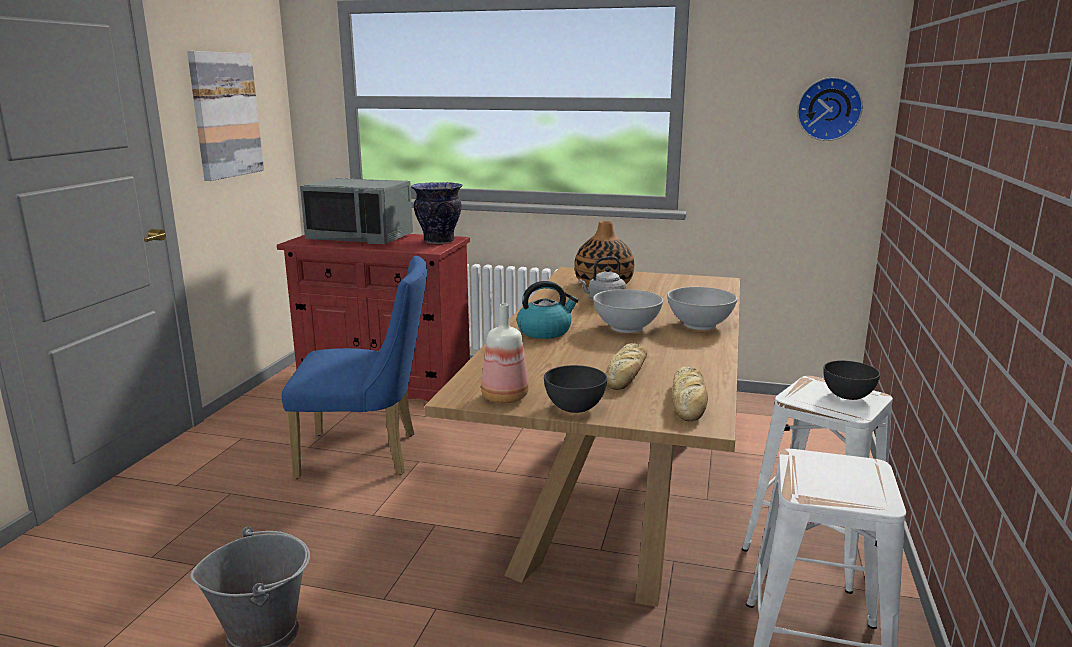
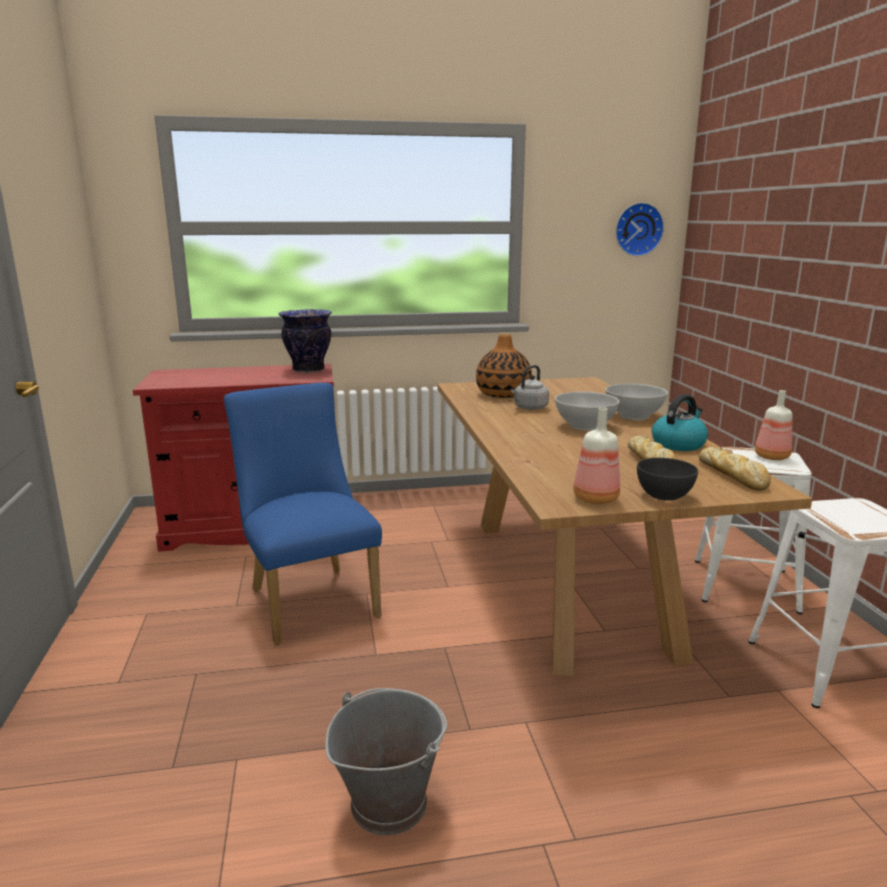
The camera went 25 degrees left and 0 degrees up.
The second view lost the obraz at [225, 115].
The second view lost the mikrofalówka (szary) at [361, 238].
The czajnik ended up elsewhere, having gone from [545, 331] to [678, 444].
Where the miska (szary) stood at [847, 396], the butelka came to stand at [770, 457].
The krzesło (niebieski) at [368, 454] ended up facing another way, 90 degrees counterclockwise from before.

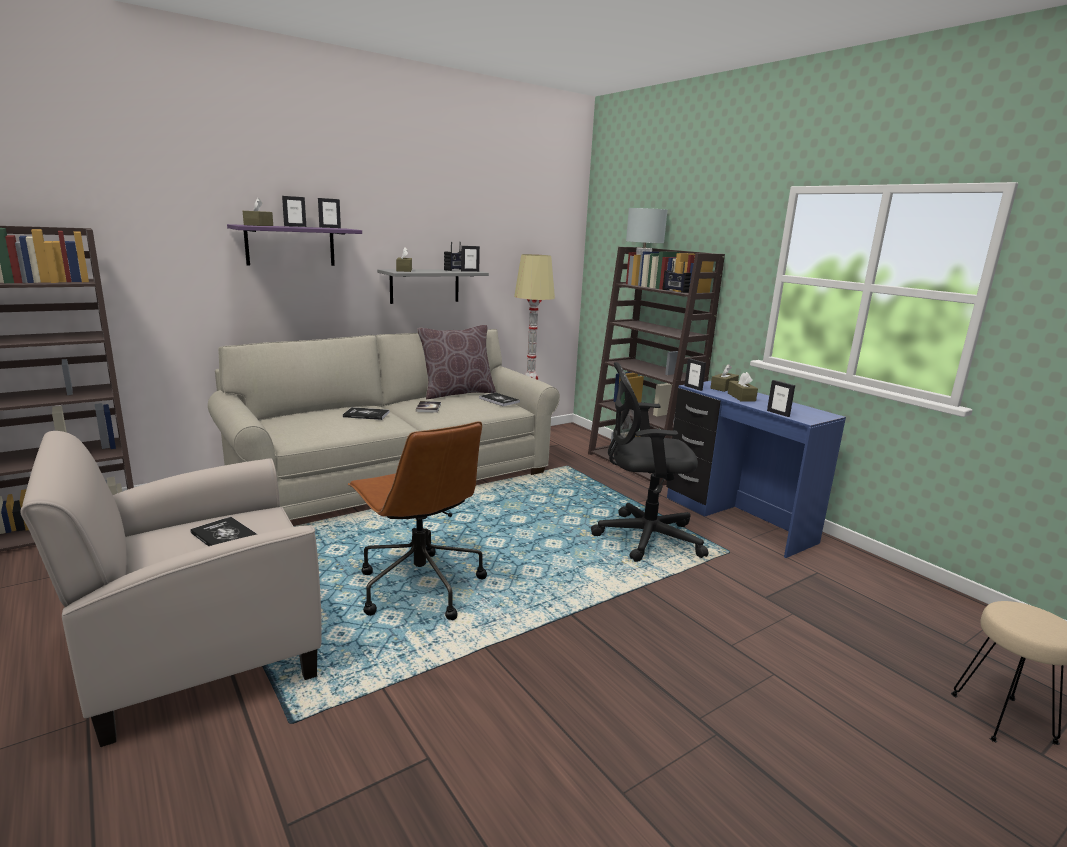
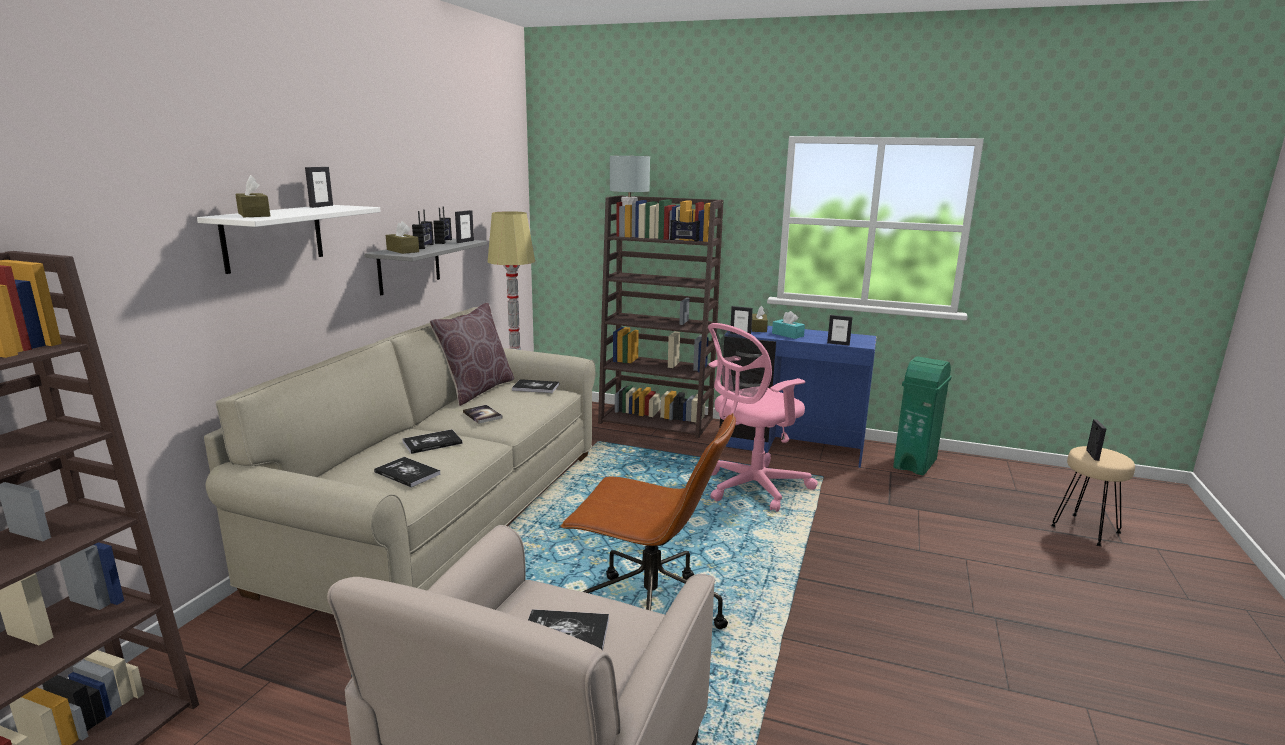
The camera went 35 degrees left and 0 degrees up.
The second view gained the książka at [407, 473].
The second view gained the radio at [424, 246].
The second view gained the kosz na śmieci (zielony) at [915, 464].
The ramka na zdjęcie ended up elsewhere, having gone from [295, 226] to [1092, 455].
What was the półka (fioletowy) at [290, 246] turned into the półka (biały) at [273, 237].
What was the krzesło biurowe (czarny) at [642, 537] turned into the krzesło biurowe (różowy) at [752, 488].
What was the pudełko chusteczek (brązowy) at [741, 397] turned into the pudełko chusteczek (turkusowy) at [787, 335].

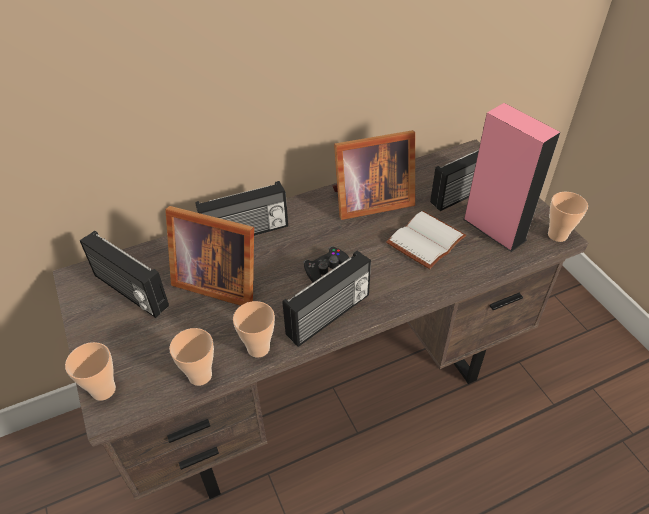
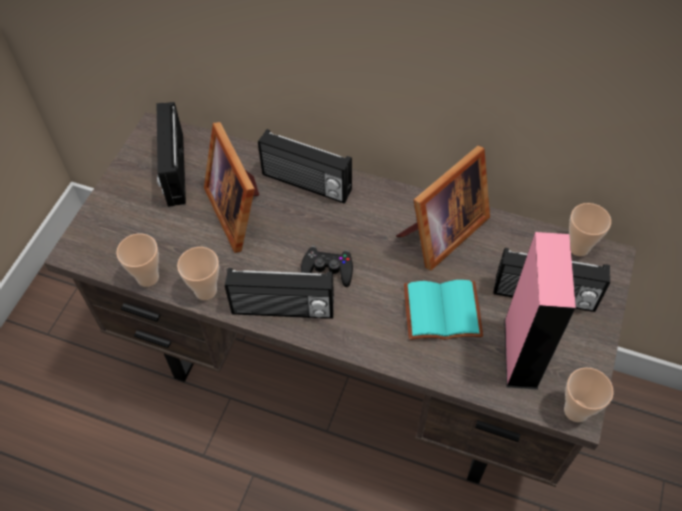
The camera went 45 degrees right and 10 degrees up.
The filiżanka ended up elsewhere, having gone from [103, 390] to [578, 247].
What was the książka (biały) at [427, 242] turned into the książka (turkusowy) at [441, 313].
The ramka na zdjęcie at [369, 202] ended up facing another way, 75 degrees counterclockwise from before.

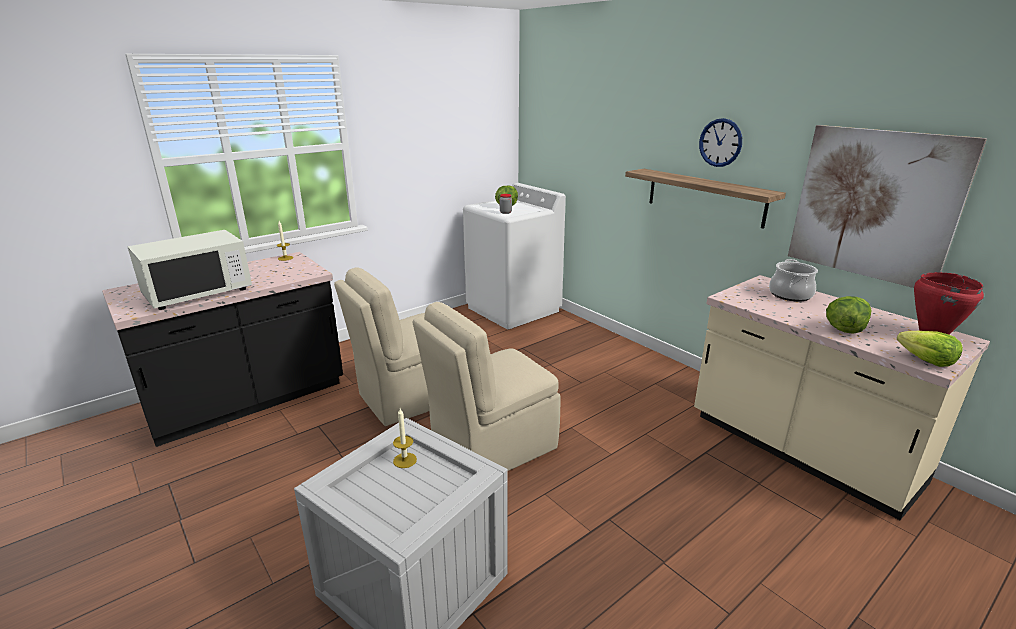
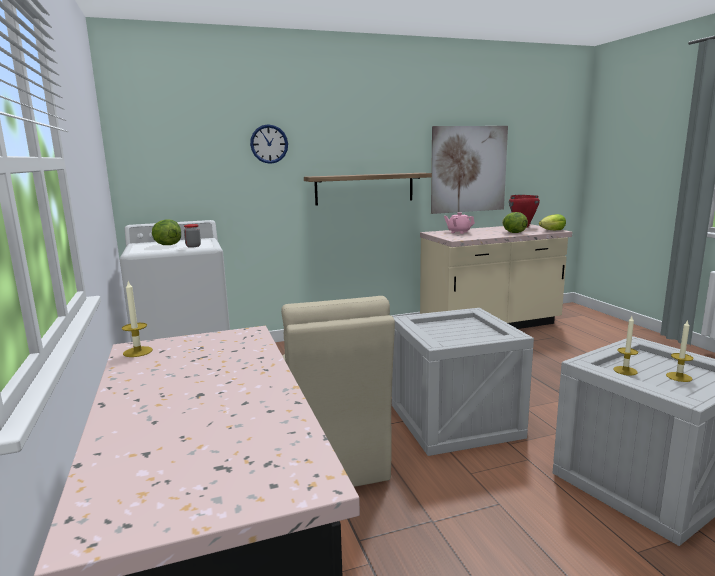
The camera went 70 degrees left and 10 degrees down.
The second view lost the mikrofalówka (biały) at [198, 292].
The second view gained the świeca at [679, 377].
The zegar ścienny ended up elsewhere, having gone from [720, 142] to [269, 144].
Where the krzesło (beżowy) stood at [491, 447], the skrzynka came to stand at [454, 421].
Where the garnek stood at [790, 295], the imbryk (różowy) came to stand at [458, 232].

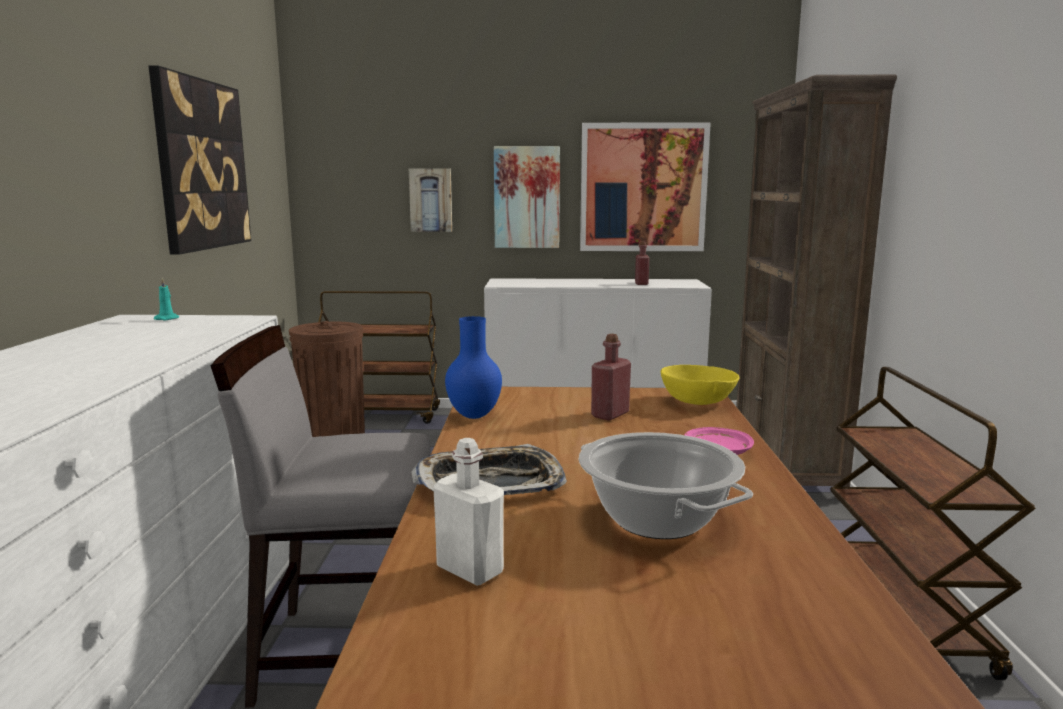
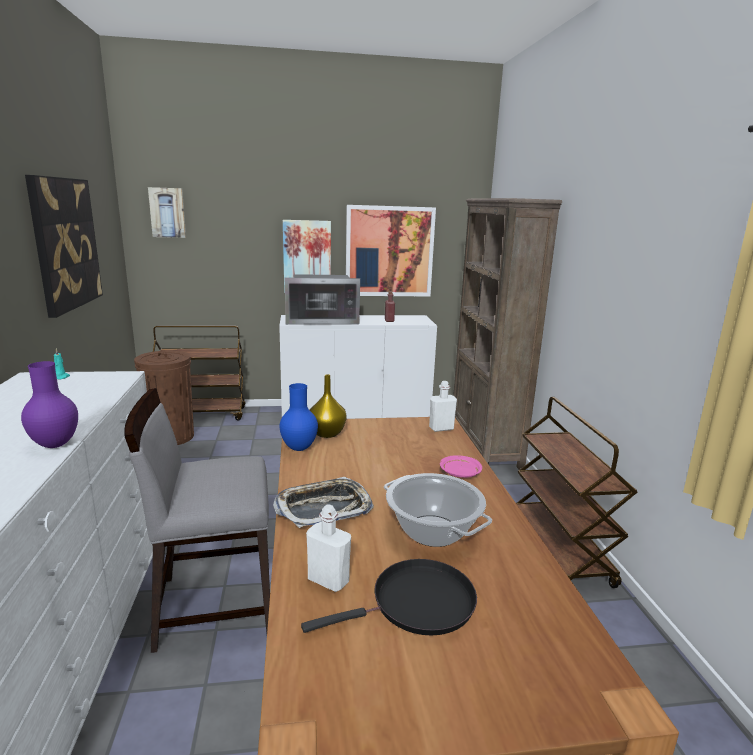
The camera went 10 degrees left and 5 degrees up.
The second view lost the butelka (czerwony) at [610, 414].
The second view gained the wazon (fioletowy) at [56, 445].
The second view gained the mikrofalówka at [321, 320].
The second view gained the patelnia (czarny) at [417, 604].
The second view gained the wazon (żółty) at [328, 434].
The obraz ended up elsewhere, having gone from [431, 200] to [167, 212].
Where the miska (żółty) stood at [697, 400], the butelka (biały) came to stand at [441, 428].

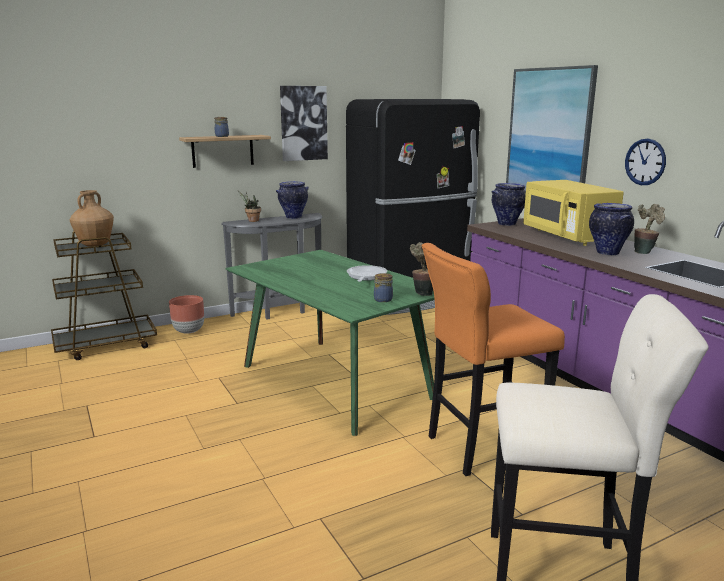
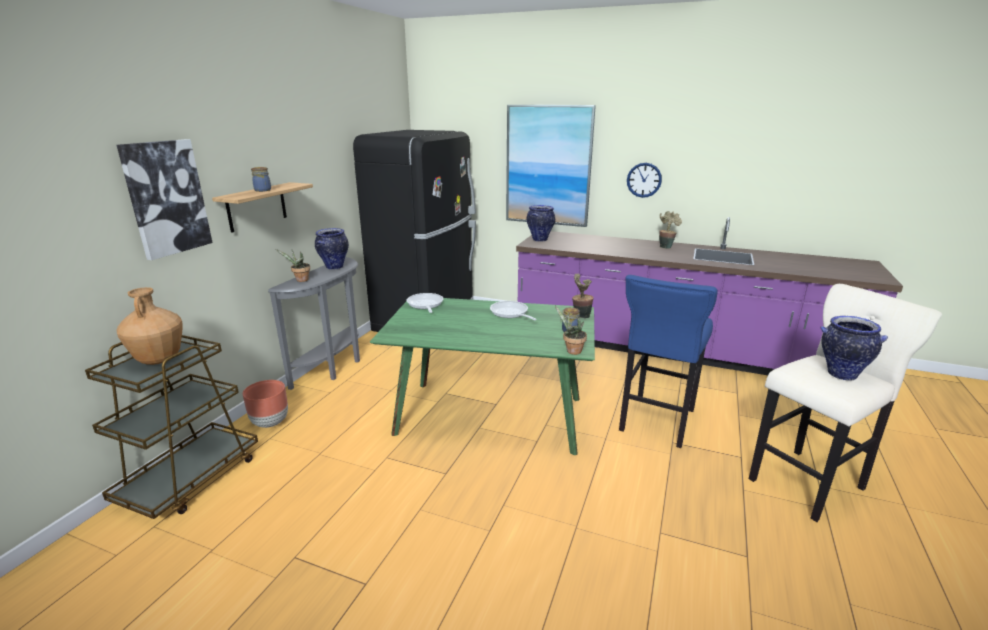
The camera went 40 degrees left and 5 degrees up.
The second view lost the mikrofalówka (żółty) at [567, 236].
The second view gained the patelnia at [425, 305].
The second view gained the roślina doniczkowa at [571, 351].
The obraz ended up elsewhere, having gone from [303, 123] to [166, 198].
The wazon ended up elsewhere, having gone from [607, 253] to [840, 374].
What was the stołek (pomarańczowy) at [480, 447] turned into the stołek (niebieski) at [656, 423].

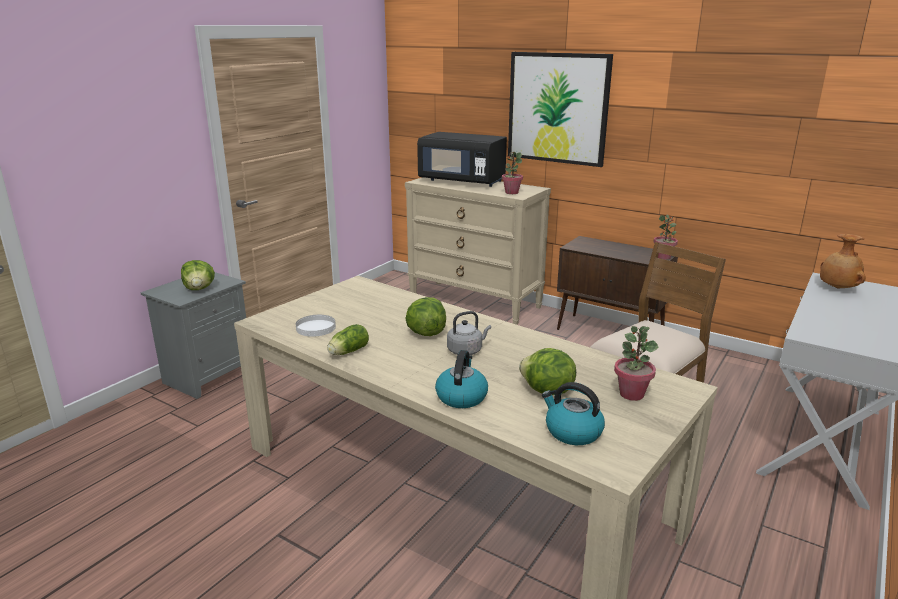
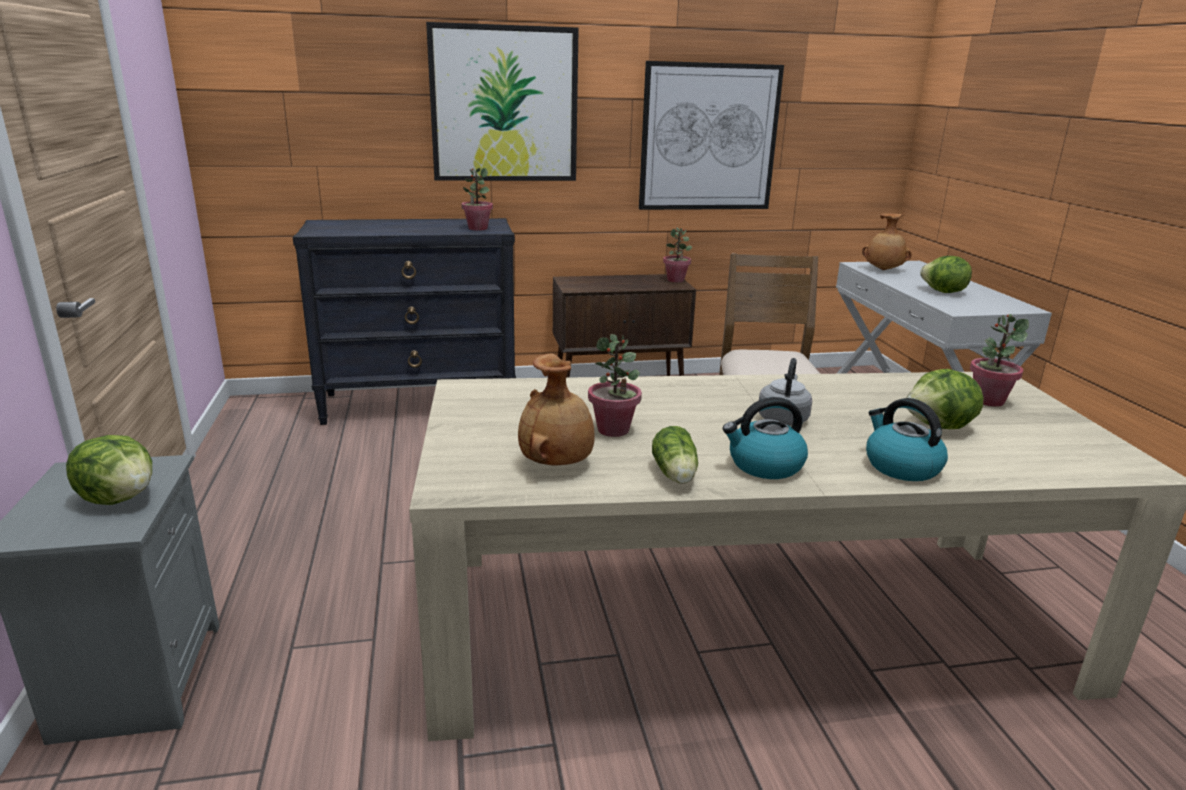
The camera went 45 degrees left and 0 degrees up.
The second view lost the mikrofalówka (czarny) at [462, 181].
The second view gained the roślina doniczkowa at [613, 430].
The second view gained the obraz at [709, 138].
The sałata ended up elsewhere, having gone from [426, 333] to [943, 292].
The czajnik ended up elsewhere, having gone from [572, 432] to [764, 465].
Where the talerz (biały) stood at [316, 328], the wazon (brązowy) came to stand at [557, 464].
What was the komoda (beżowy) at [475, 302] turned into the komoda (czarny) at [420, 403].

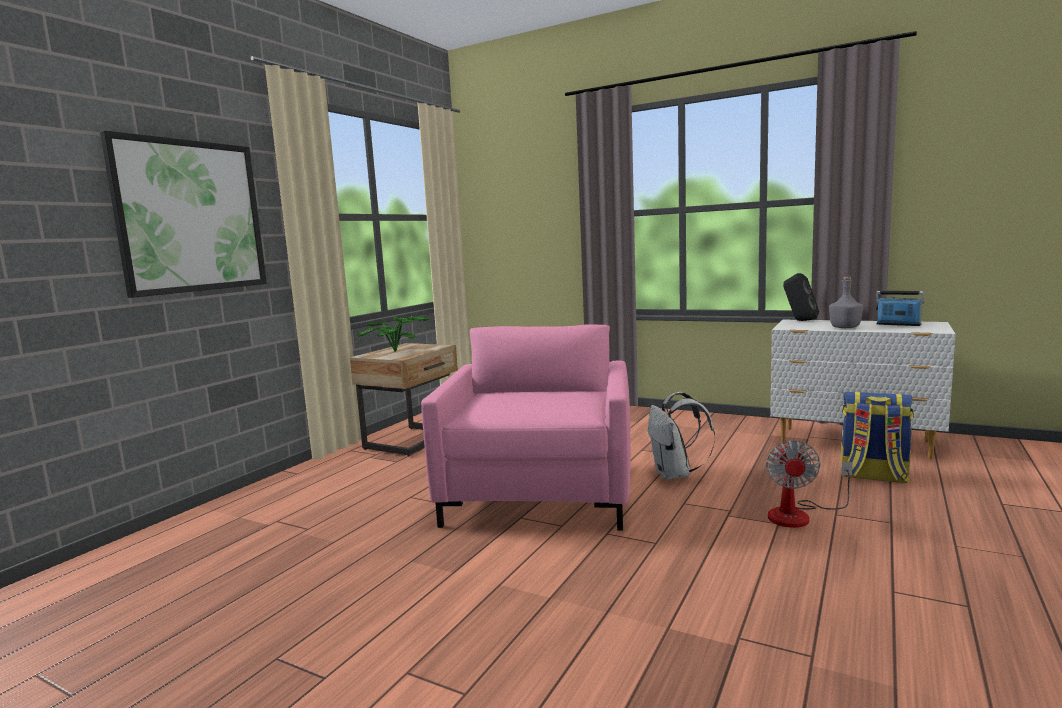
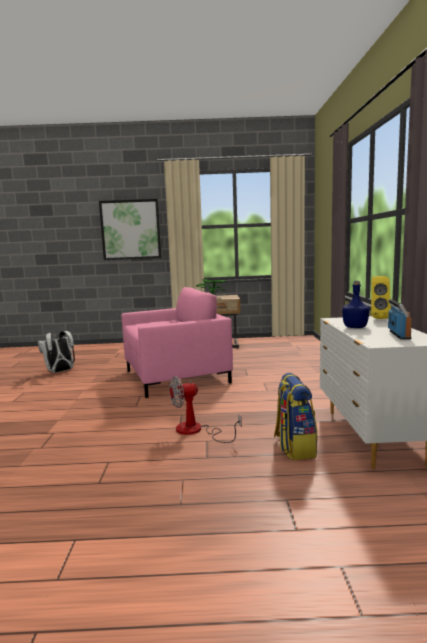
The camera went 60 degrees right and 0 degrees up.
The plecak (biały) ended up elsewhere, having gone from [675, 474] to [60, 371].
What was the głośnik (czarny) at [799, 320] turned into the głośnik (żółty) at [378, 318].
What was the butelka (szary) at [845, 327] turned into the butelka (niebieski) at [355, 327].

